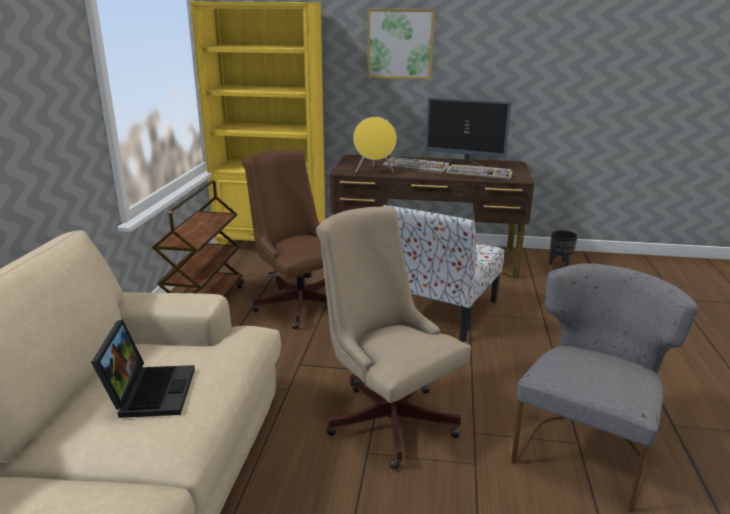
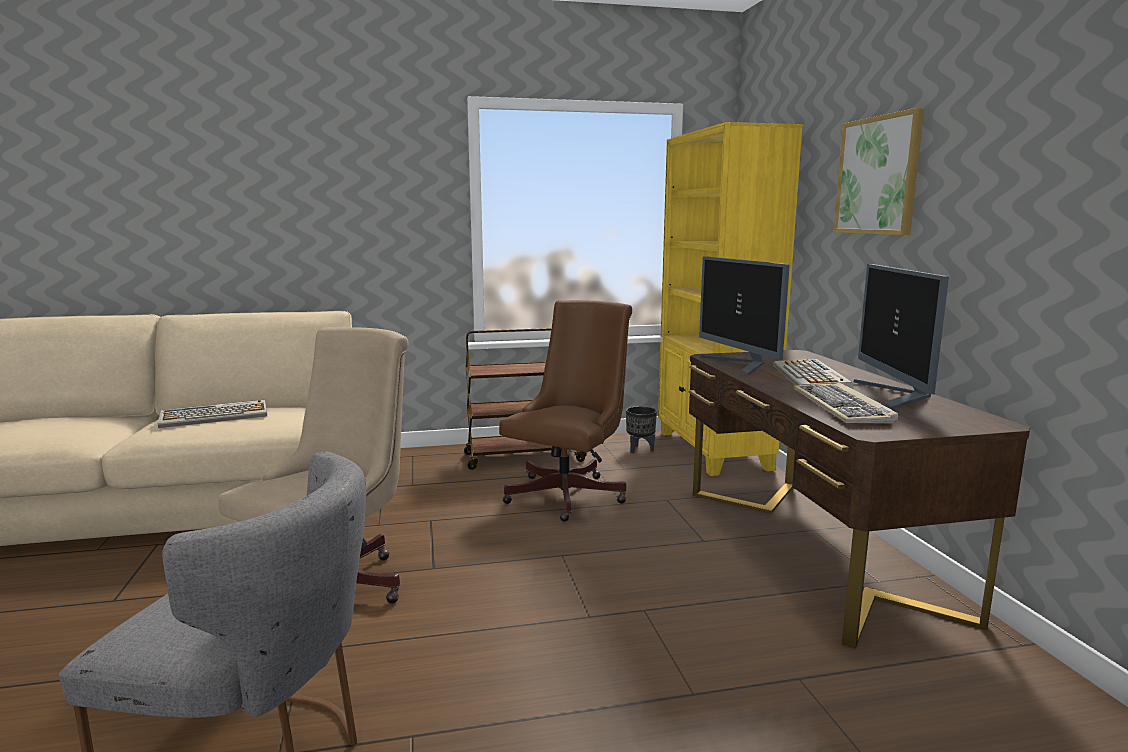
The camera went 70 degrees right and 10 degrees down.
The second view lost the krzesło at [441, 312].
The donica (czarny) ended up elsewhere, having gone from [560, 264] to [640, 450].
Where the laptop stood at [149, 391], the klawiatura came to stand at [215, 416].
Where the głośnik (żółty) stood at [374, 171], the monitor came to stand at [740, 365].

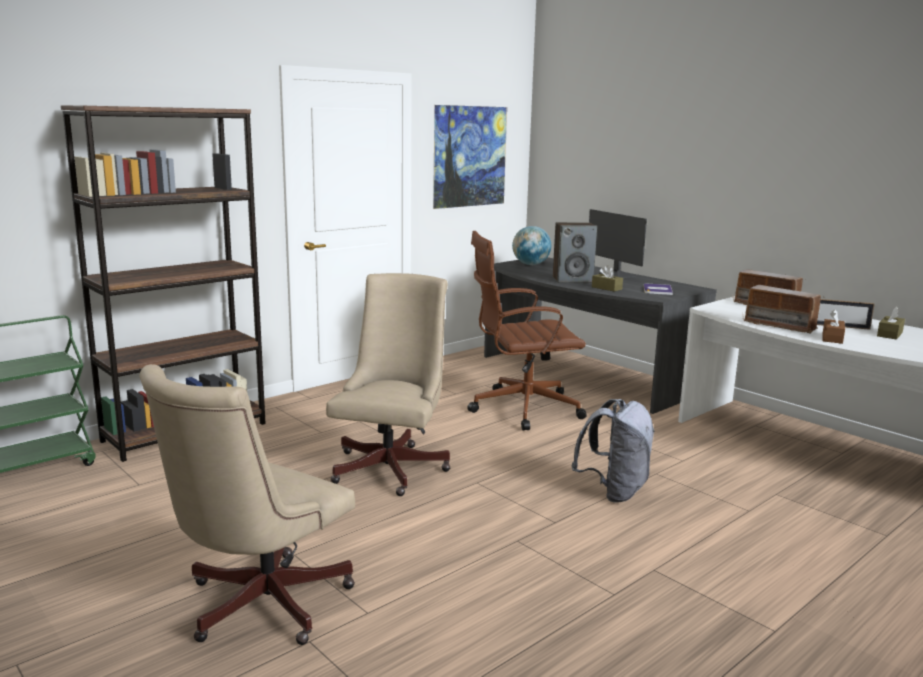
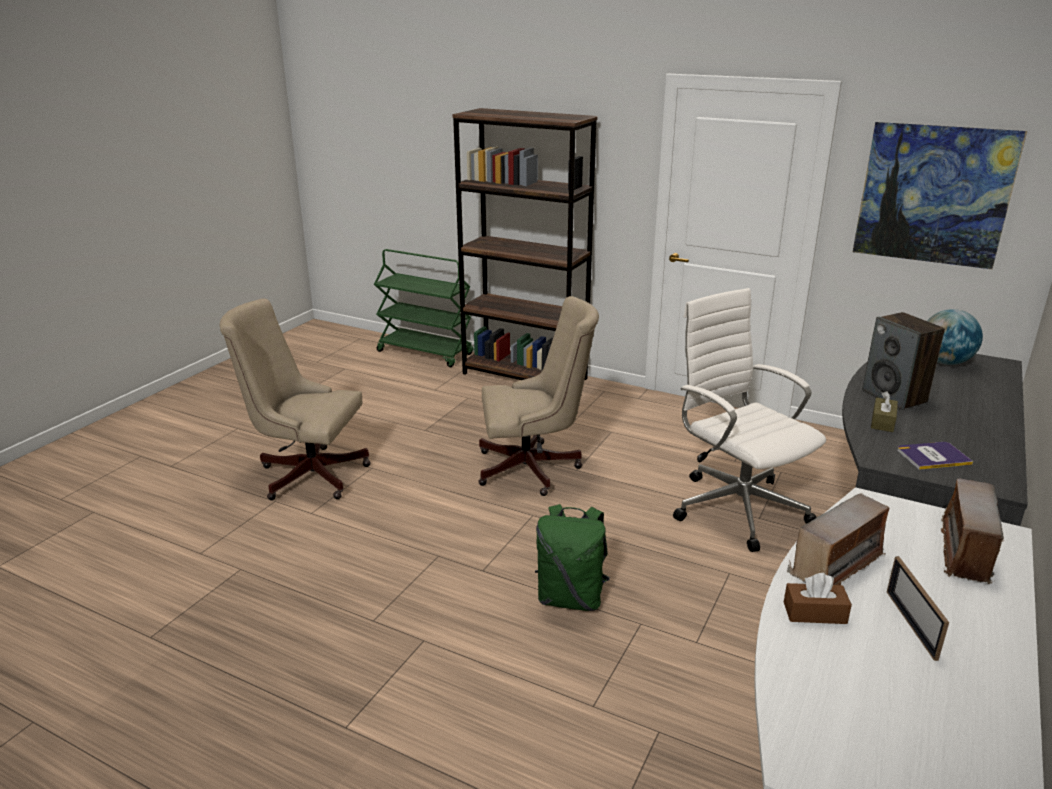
The camera went 70 degrees right and 10 degrees up.
The second view lost the monitor at [616, 275].
The second view lost the pudełko chusteczek (brązowy) at [889, 334].
What was the krzesło biurowe (brązowy) at [522, 408] turned into the krzesło biurowe (biały) at [737, 507].
What was the plecak (szary) at [614, 491] turned into the plecak (zielony) at [571, 598].
The radio at [780, 326] ended up facing another way, 150 degrees counterclockwise from before.

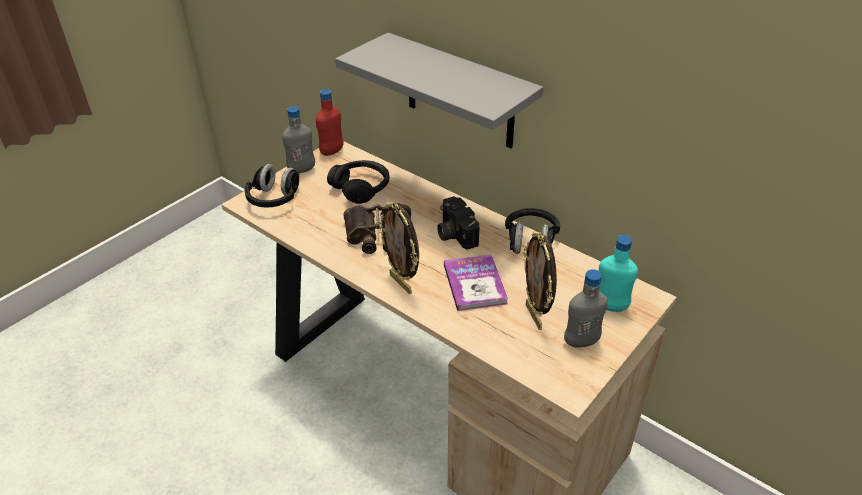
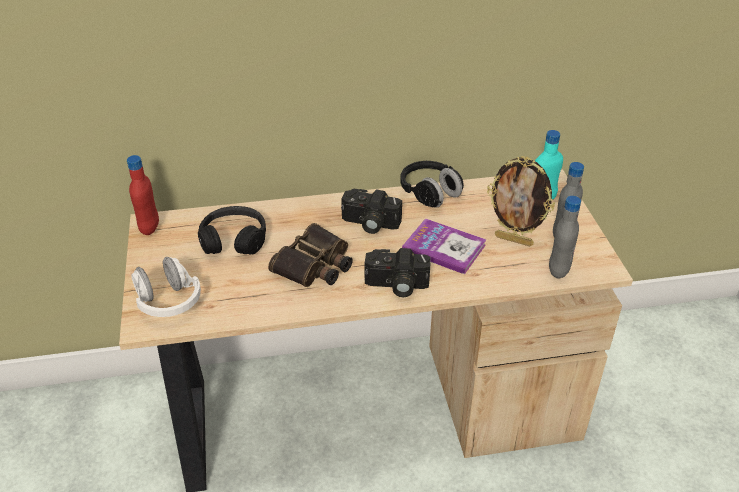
The camera went 50 degrees left and 0 degrees up.
The second view lost the półka (szary) at [460, 92].
The butelka (szary) ended up elsewhere, having gone from [302, 169] to [558, 270].
Where the ramka na zdjęcie stood at [402, 283], the aparat fotograficzny came to stand at [396, 285].
What was the słuchawki (czarny) at [274, 199] turned into the słuchawki (biały) at [168, 302].

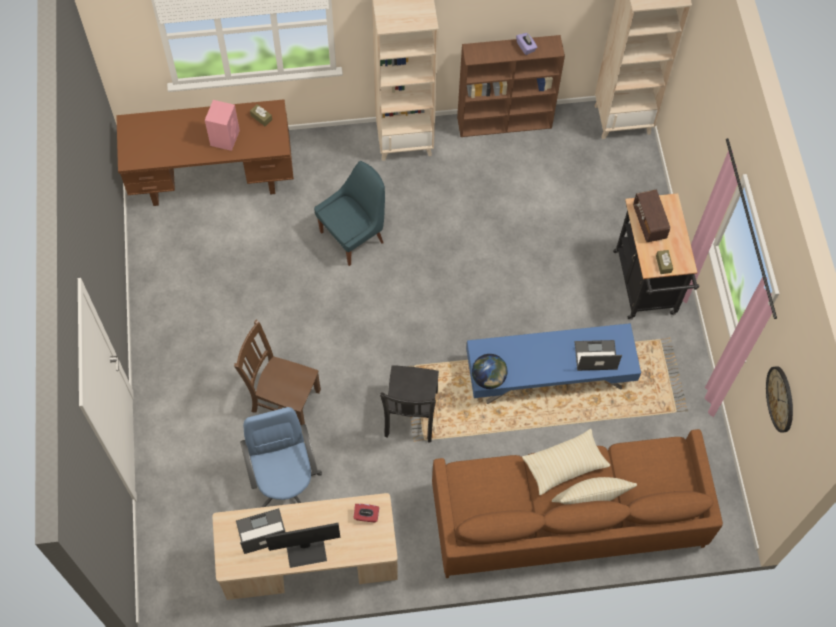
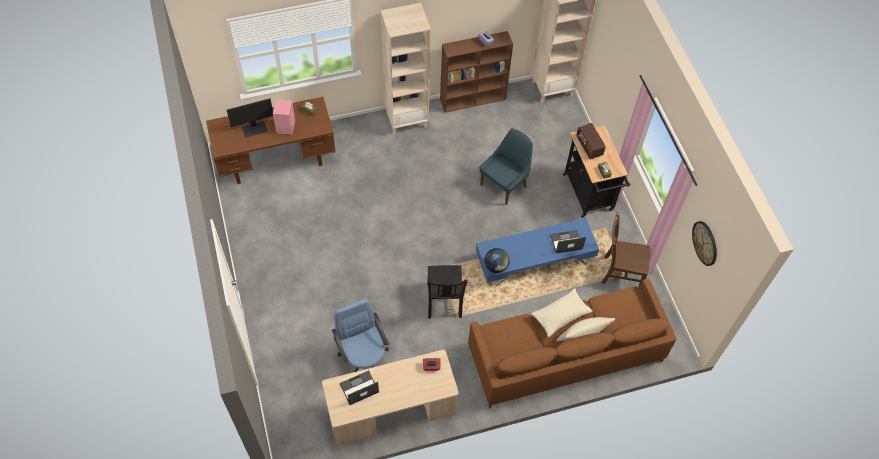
The camera went 10 degrees left and 5 degrees down.
The krzesło (brązowy) ended up elsewhere, having gone from [283, 399] to [620, 272].
The monitor ended up elsewhere, having gone from [306, 552] to [254, 129].
The krzesło (niebieski) ended up elsewhere, having gone from [354, 236] to [504, 184].

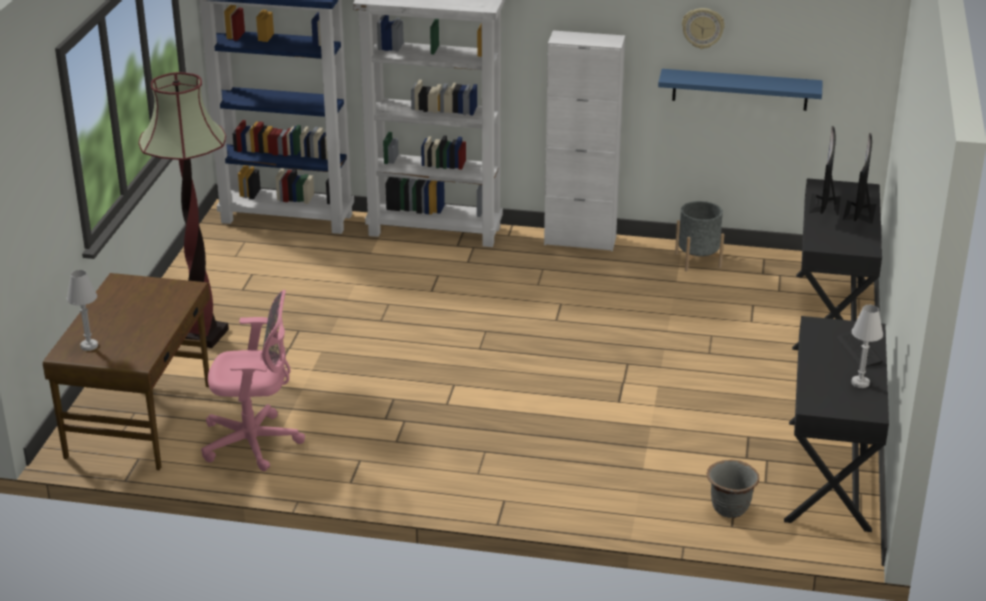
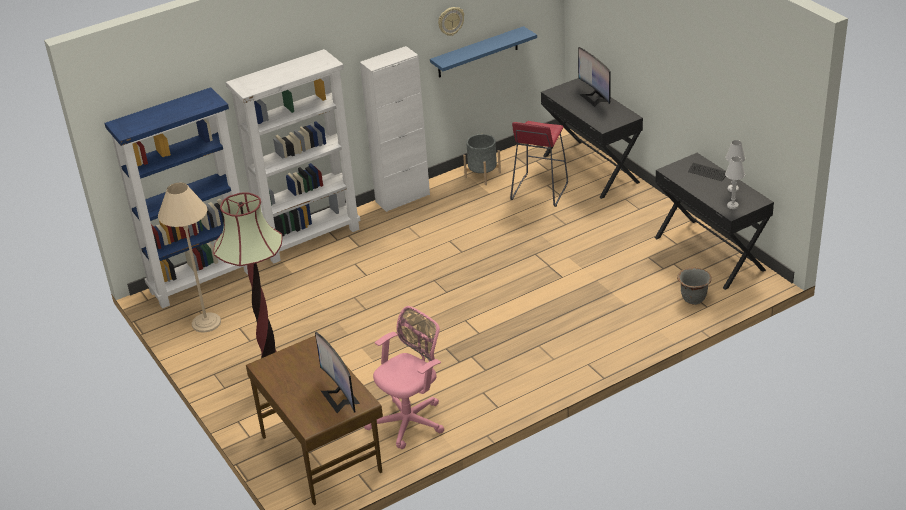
The camera went 40 degrees left and 5 degrees up.
The second view gained the lampa stojąca (beżowy) at [206, 323].
The second view gained the stołek (czerwony) at [539, 191].
The lampa stołowa (biały) ended up elsewhere, having gone from [89, 346] to [732, 206].
The monitor ended up elsewhere, having gone from [824, 204] to [340, 397].

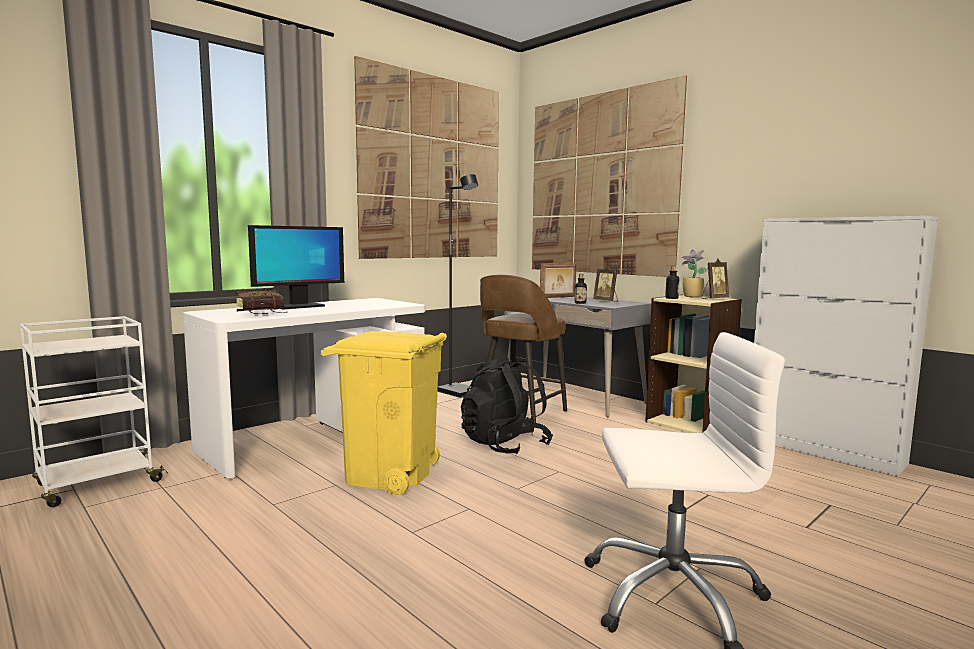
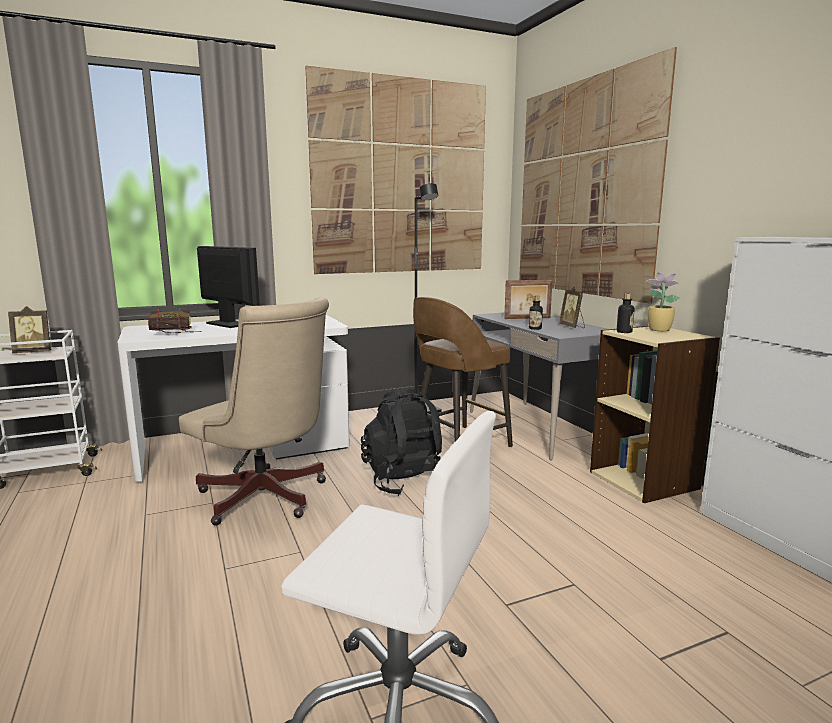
The camera went 20 degrees right and 5 degrees up.
The ramka na zdjęcie ended up elsewhere, having gone from [714, 299] to [34, 352].
Where the kosz na śmieci (żółty) stood at [389, 475], the krzesło biurowe (beżowy) came to stand at [266, 499].
The monitor at [298, 306] ended up facing another way, 120 degrees counterclockwise from before.

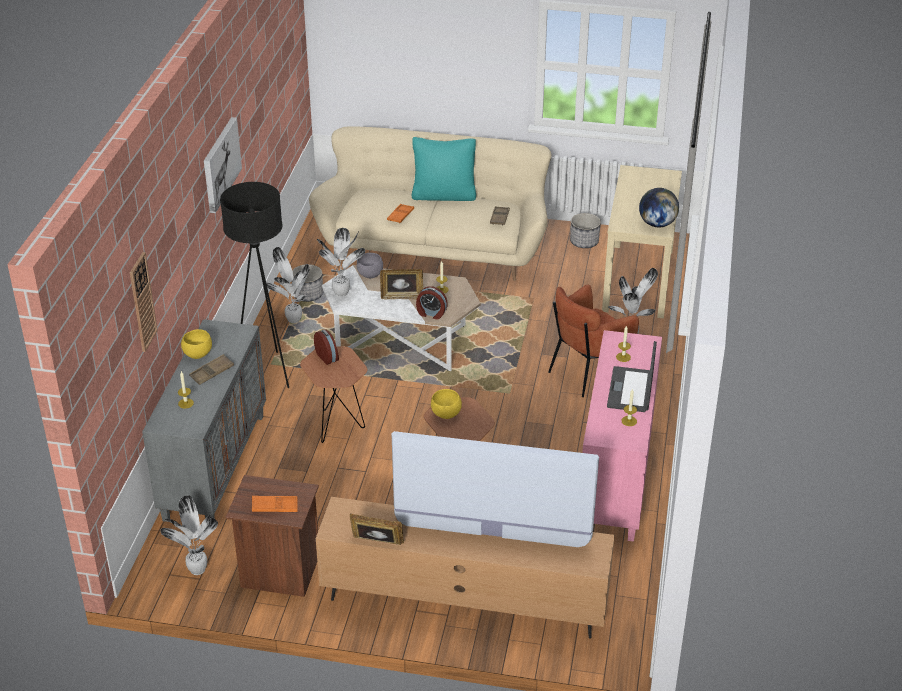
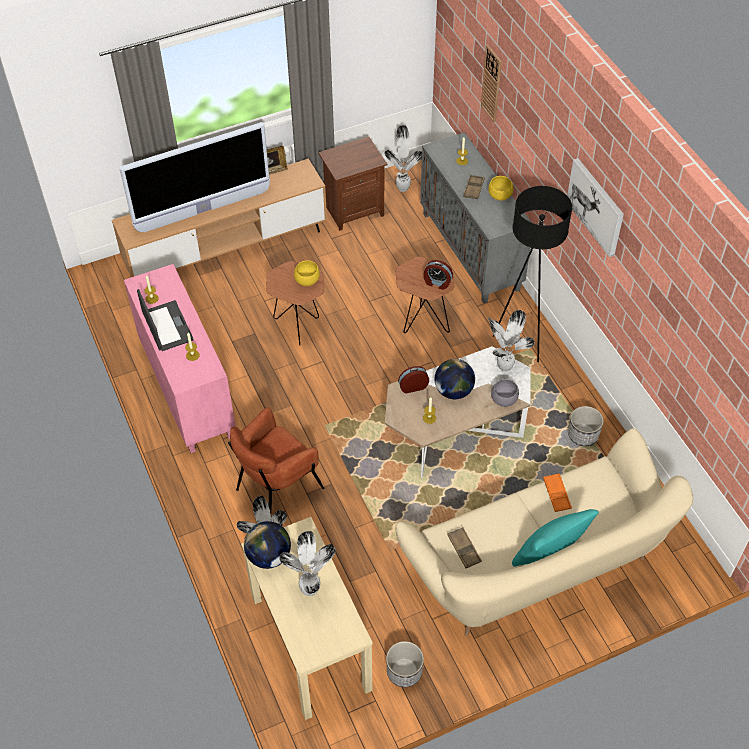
The camera went 145 degrees right and 15 degrees up.
The second view lost the taca (pomarańczowy) at [275, 507].
The roślina doniczkowa ended up elsewhere, having gone from [293, 319] to [311, 590].
Where the ramka na zdjęcie stood at [402, 297], the globus came to stand at [453, 391].
The fotel (brązowy) at [588, 372] ended up facing another way, 150 degrees counterclockwise from before.

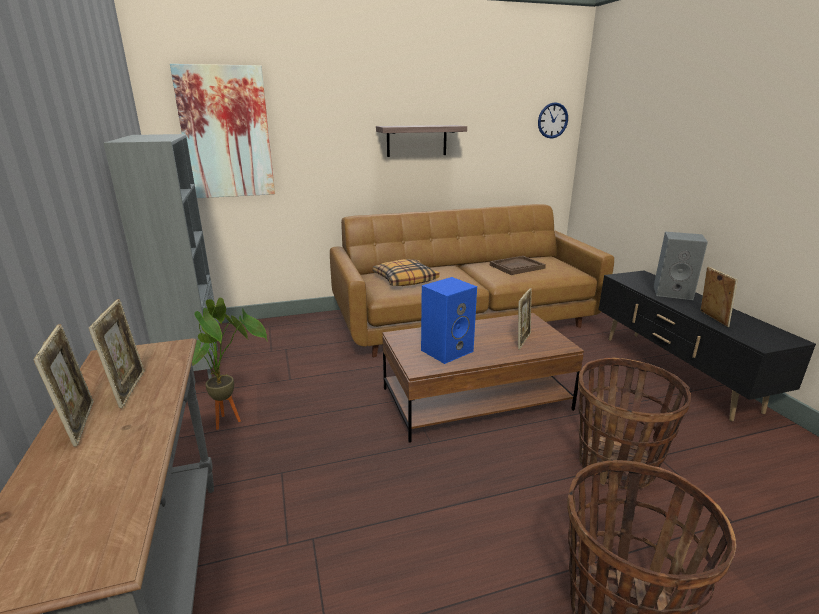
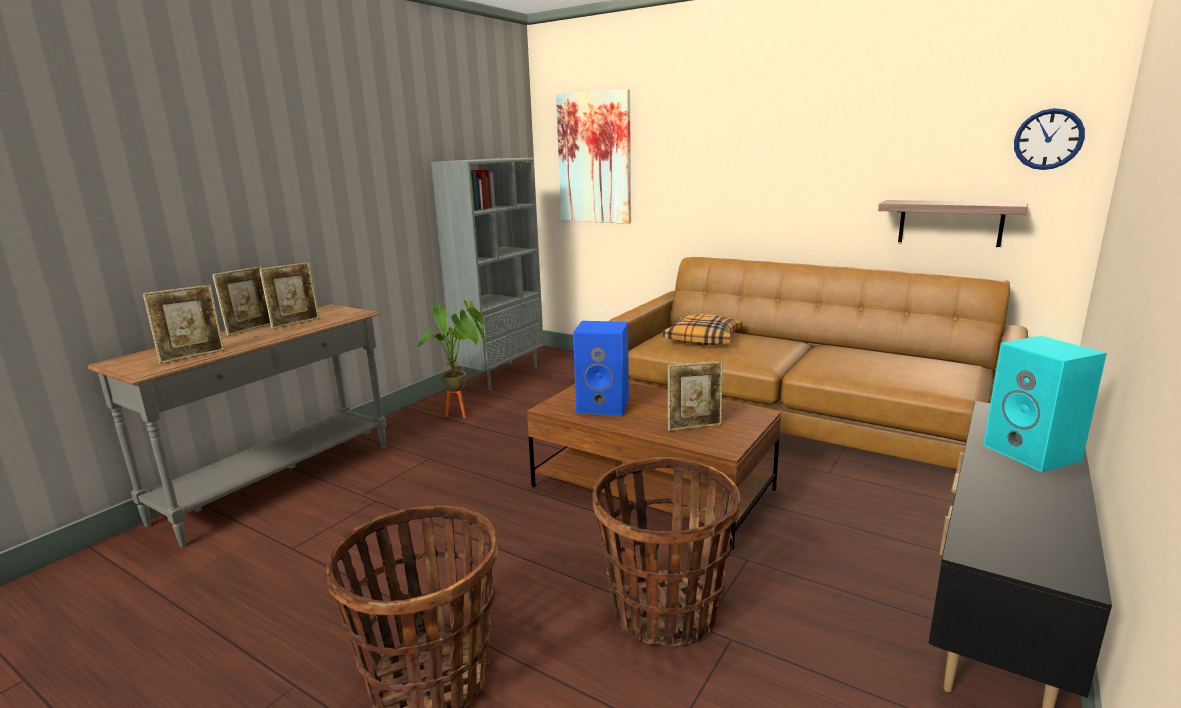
The camera went 50 degrees right and 5 degrees down.
The second view lost the taca (brązowy) at [517, 267].
The półka ended up elsewhere, having gone from [416, 140] to [950, 222].
The ramka na zdjęcie ended up elsewhere, having gone from [711, 318] to [193, 356].
What was the głośnik (szary) at [673, 292] turned into the głośnik (turkusowy) at [1034, 453].

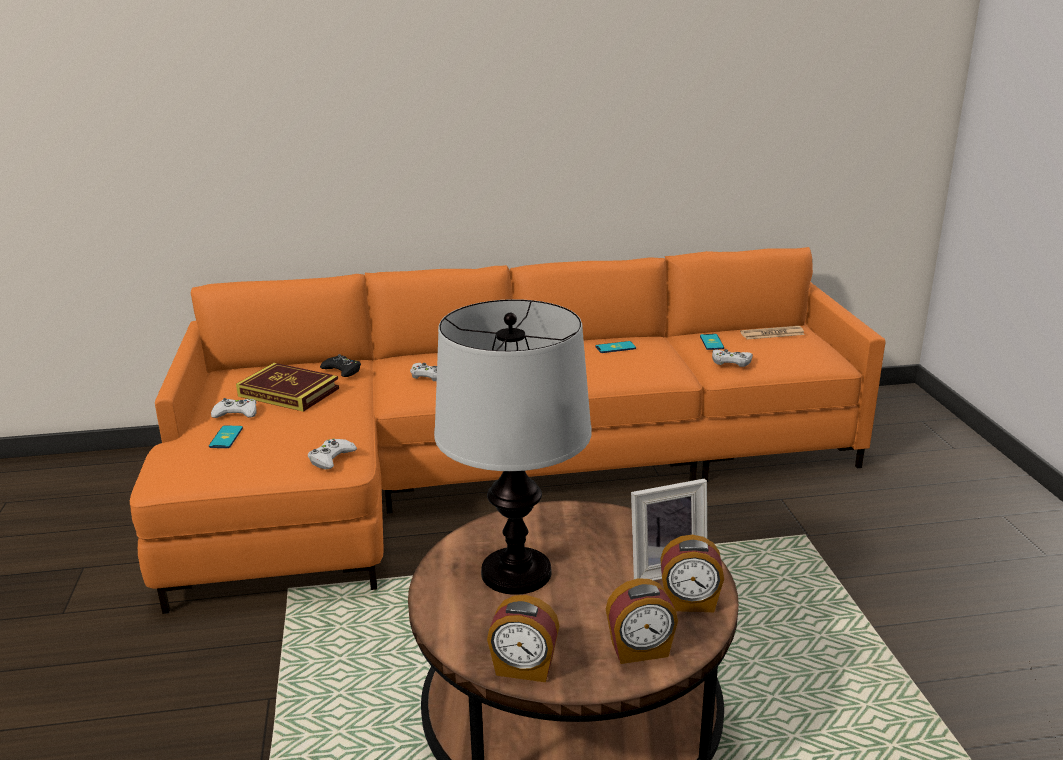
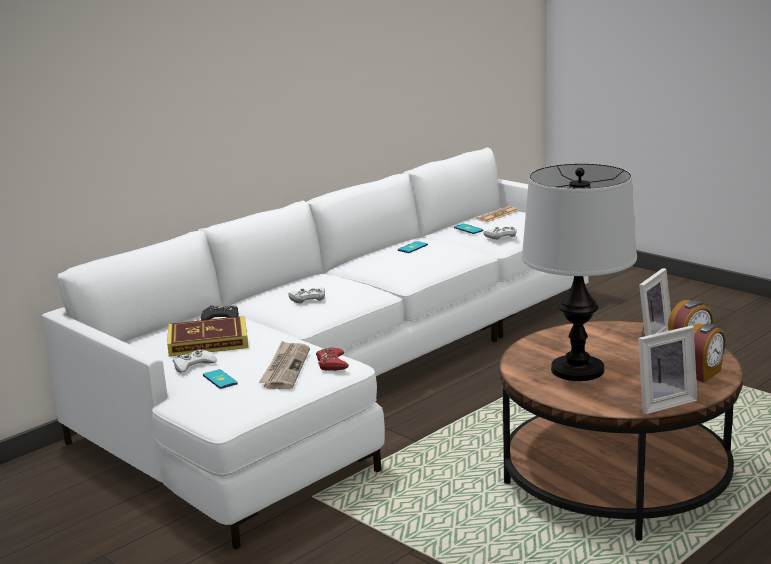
The camera went 35 degrees left and 5 degrees down.
The second view gained the gazeta at [285, 368].
Where the budzik stood at [524, 668], the ramka na zdjęcie came to stand at [663, 402].
What was the kanapa (pomarańczowy) at [494, 472] turned into the kanapa (biały) at [347, 380].
What was the pad do gier (biały) at [331, 458] turned into the pad do gier (czerwony) at [332, 363].

